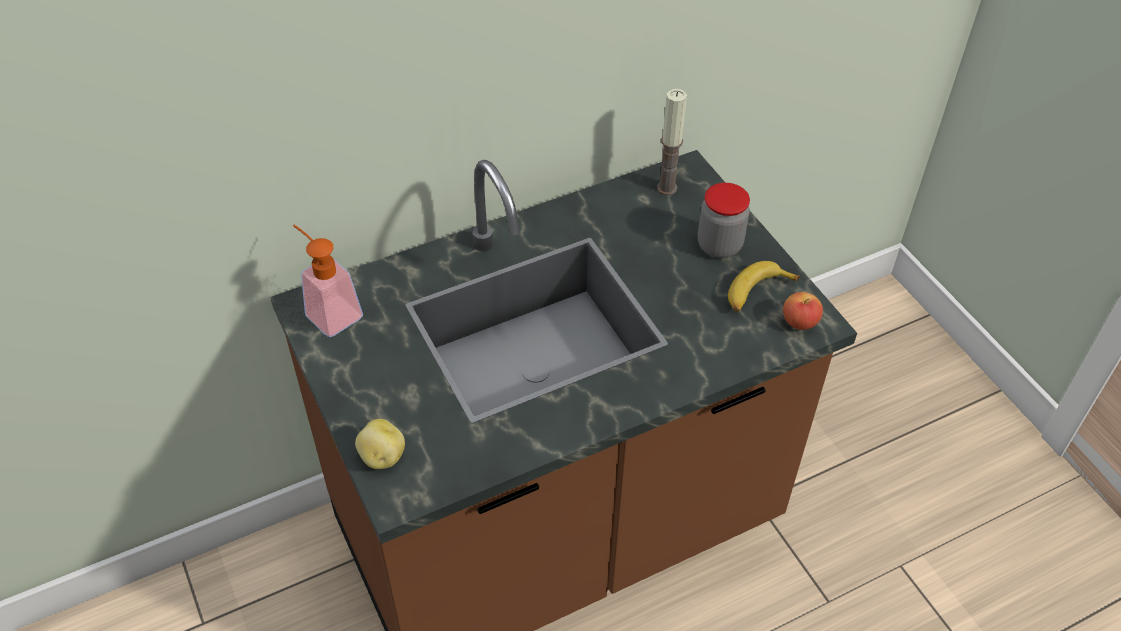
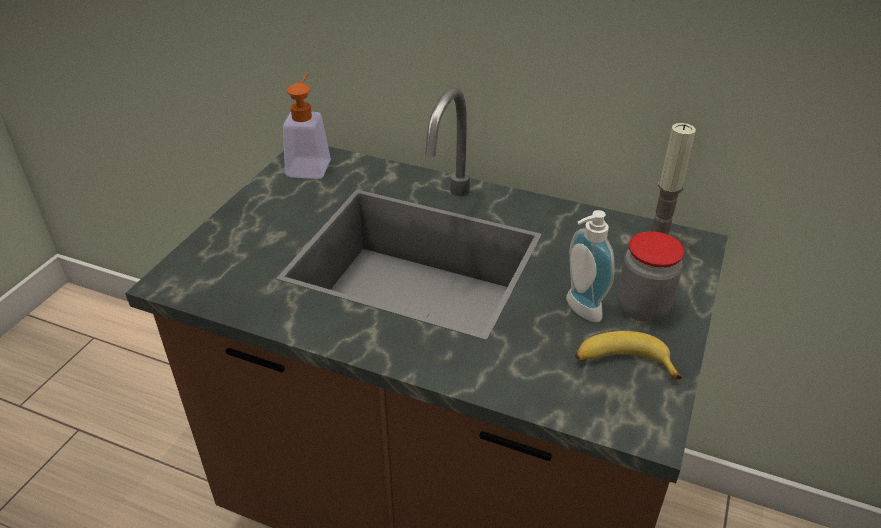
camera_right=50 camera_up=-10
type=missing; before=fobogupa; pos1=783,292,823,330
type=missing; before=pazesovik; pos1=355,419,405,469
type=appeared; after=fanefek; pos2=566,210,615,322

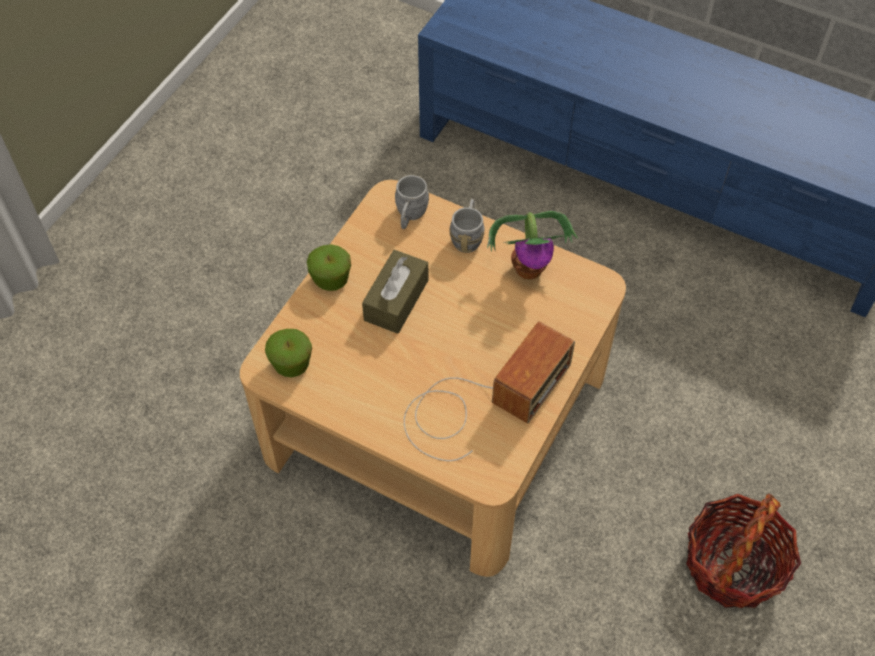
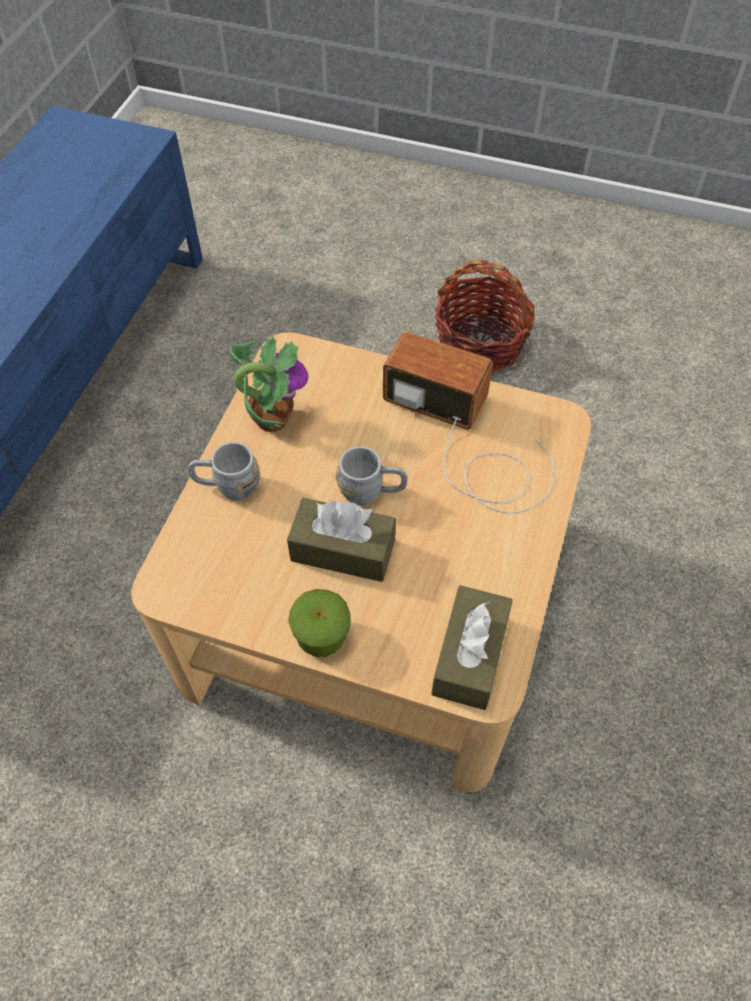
camera_right=-100 camera_up=0
type=relocated; before=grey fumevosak; pos1=395,175,429,229; pos2=336,446,407,506
type=exchanged; before=fobogupa; after=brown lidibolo; pos1=265,329,312,378; pos2=431,585,513,710

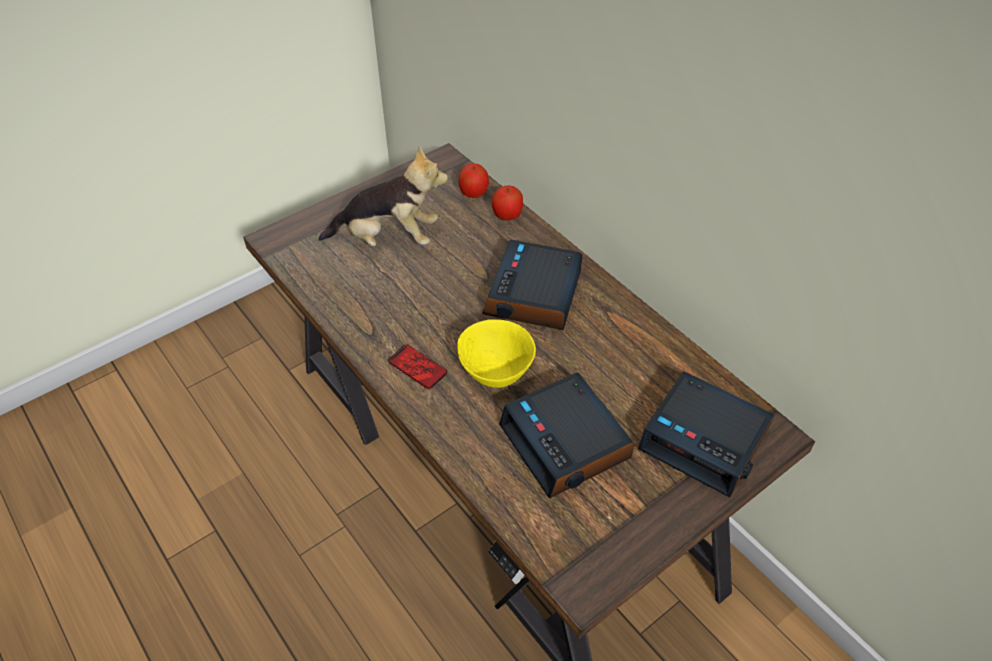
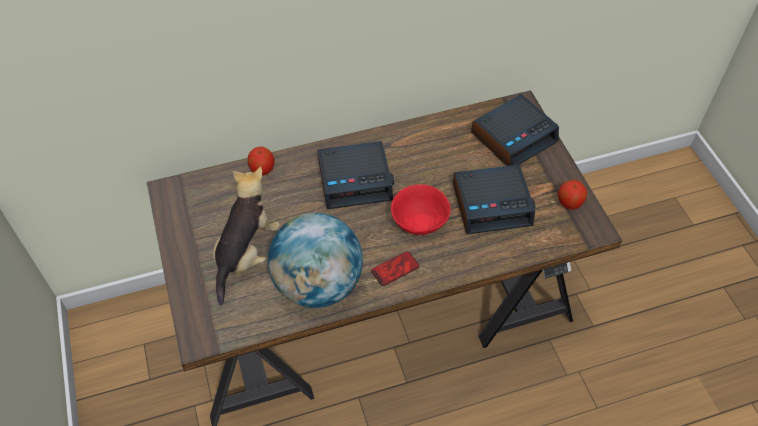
camera_right=-70 camera_up=5
type=relocated; before=fobogupa; pos1=458,163,489,198; pos2=558,180,587,210
type=spun; before=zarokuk; pos1=482,240,582,330; pos2=317,141,394,209; turn=-45
type=colour; before=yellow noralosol; after=red noralosol; pos1=457,319,536,388; pos2=391,184,451,235
type=appeared; after=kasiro; pos2=268,213,363,308

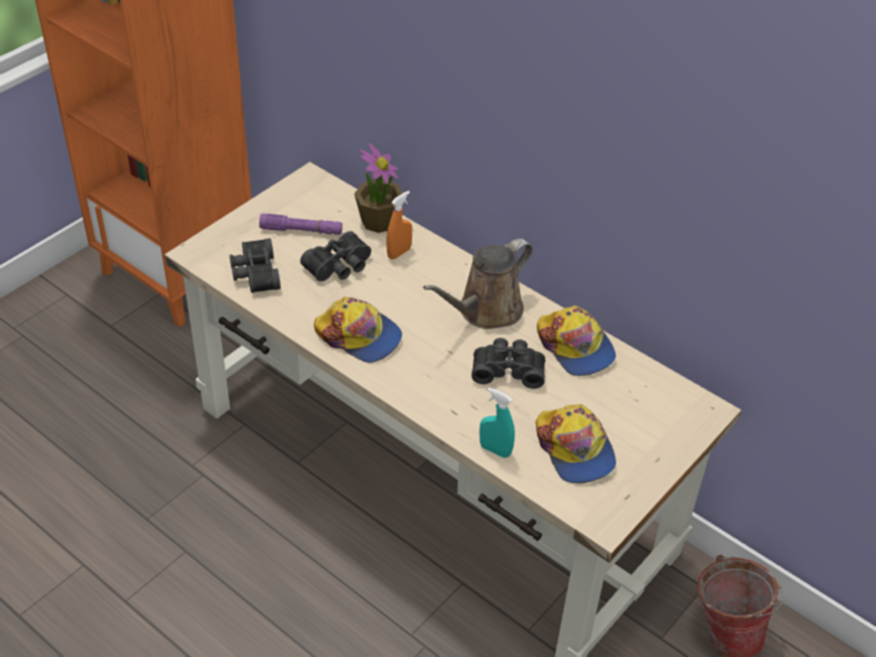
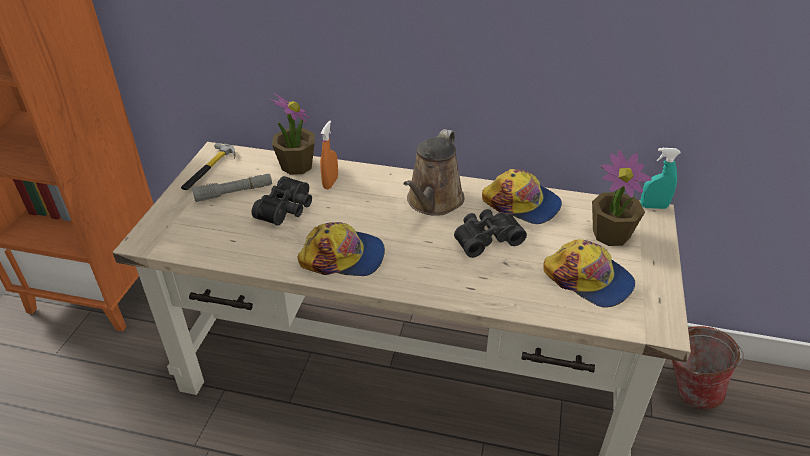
camera_right=-25 camera_up=-5
type=colour; before=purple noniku; after=grey noniku; pos1=259,214,342,235; pos2=192,174,272,202
type=missing; before=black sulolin; pos1=230,238,281,293
type=relocated; before=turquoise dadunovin; pos1=480,388,515,458; pos2=640,148,681,209
type=appeared; after=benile; pos2=181,143,235,190
type=appeared; after=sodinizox; pos2=592,151,651,246

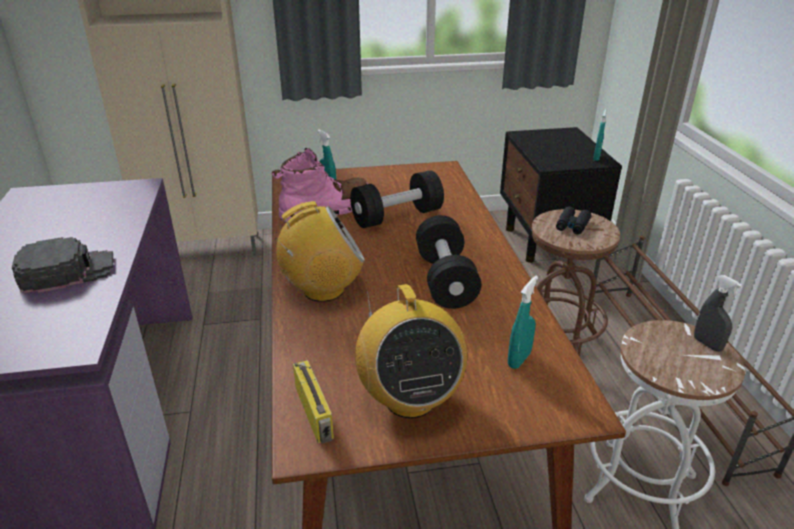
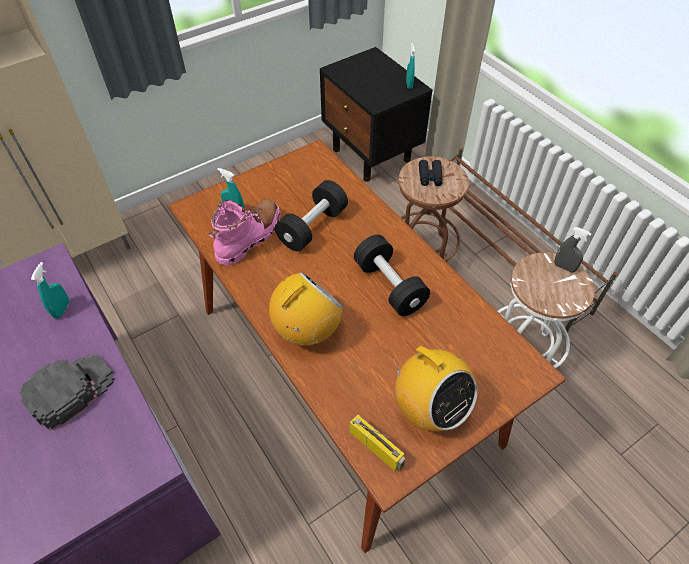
camera_right=-25 camera_up=20
type=relocated; before=turquoise dadunovin; pos1=508,276,538,369; pos2=31,262,70,319

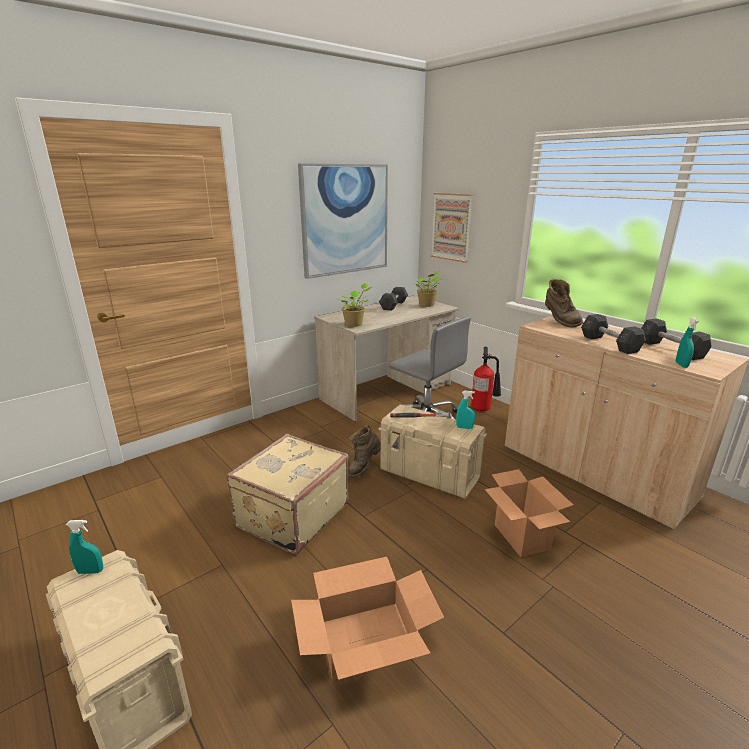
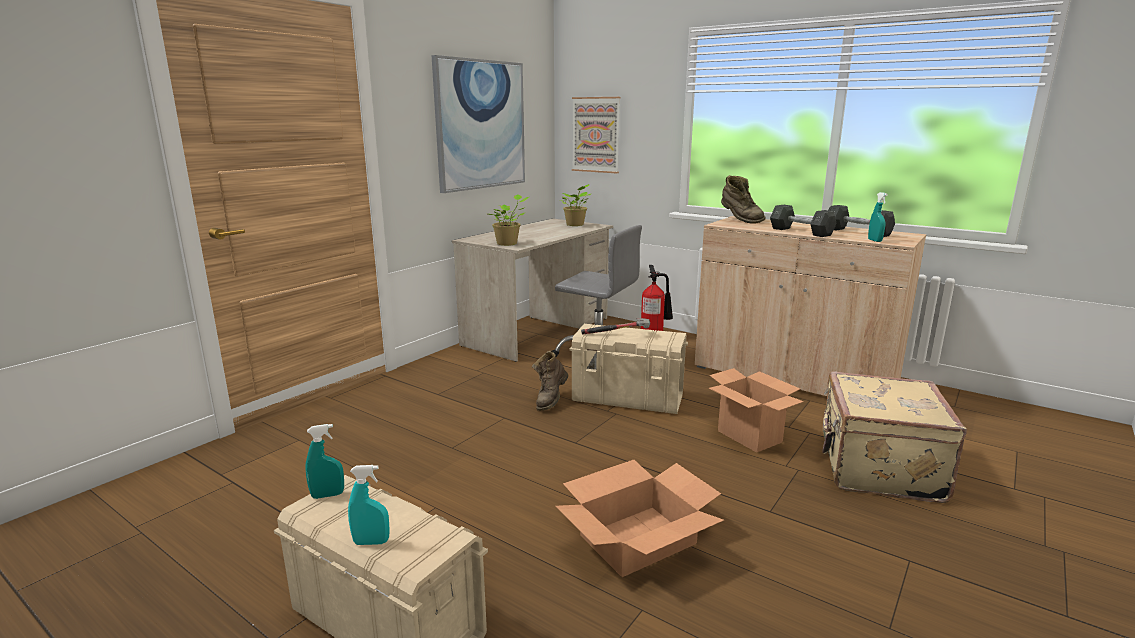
camera_right=-15 camera_up=-5
type=missing; before=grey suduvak; pos1=379,287,408,311
type=relocated; before=turquoise dadunovin; pos1=456,391,475,429; pos2=348,465,390,545
type=relocated; before=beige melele; pos1=226,434,349,554; pos2=822,371,967,503

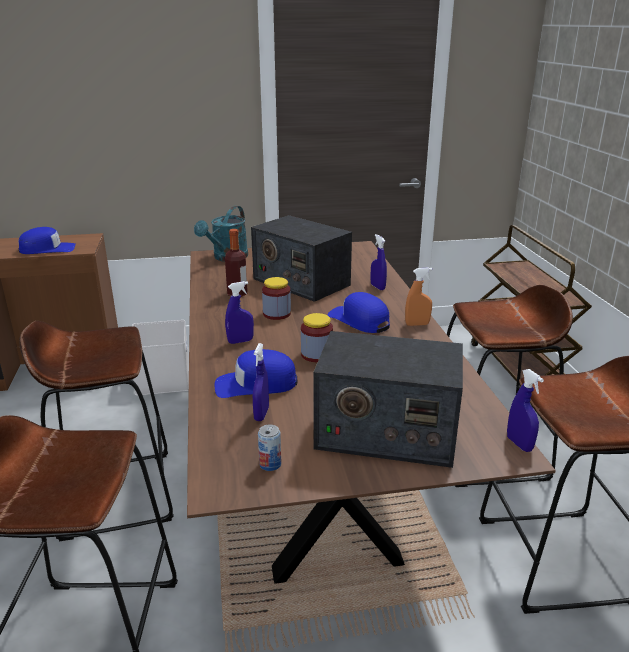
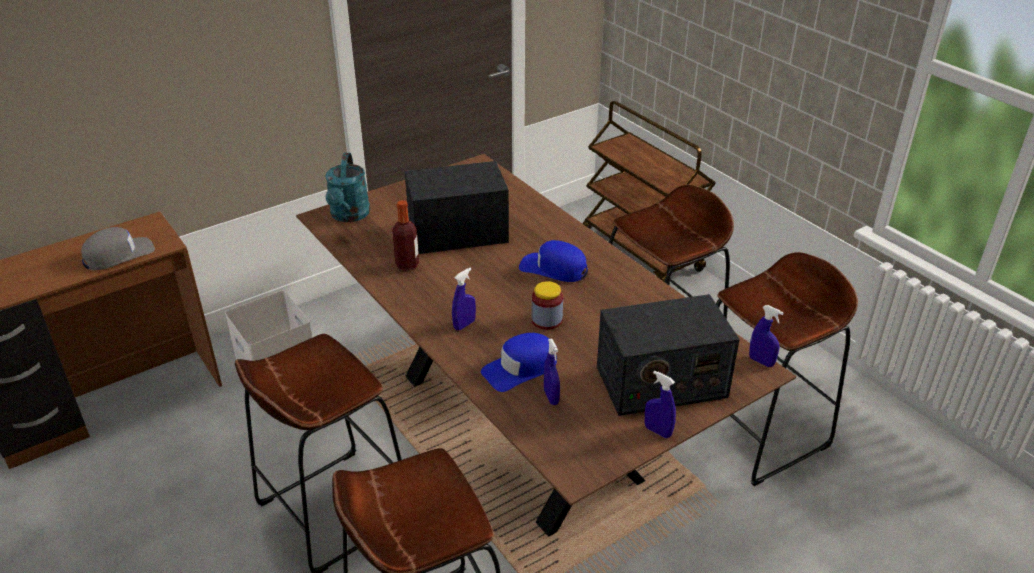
camera_right=-25 camera_up=10
type=spun; before=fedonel; pos1=251,215,352,302; pos2=405,161,509,254; turn=150
type=colour; before=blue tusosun; after=grey tusosun; pos1=19,227,76,254; pos2=81,227,155,270
type=relocated; before=blue dadunovin; pos1=370,234,387,290; pos2=645,371,676,438
type=missing; before=orange dadunovin; pos1=405,267,432,326
type=missing; before=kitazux; pos1=262,277,291,320
type=missing; before=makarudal; pos1=258,424,281,471

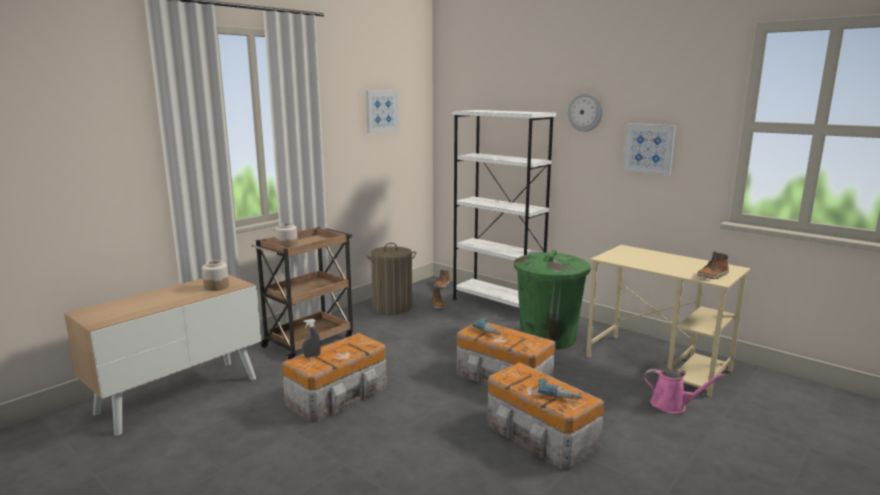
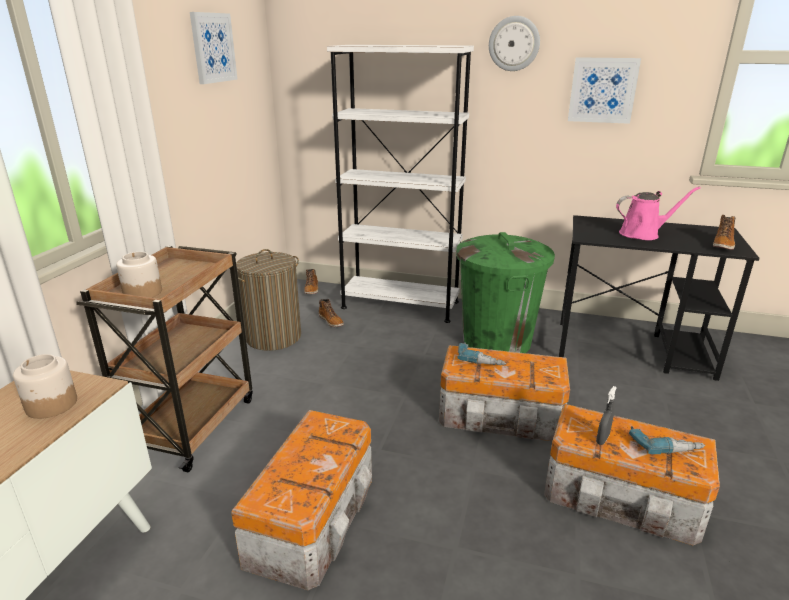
camera_right=-25 camera_up=10
type=colour; before=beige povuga; after=black povuga; pos1=586,245,750,397; pos2=559,215,759,381
type=relocated; before=grey dadunovin; pos1=303,319,321,358; pos2=596,386,617,445
type=relocated; before=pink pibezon; pos1=644,368,725,413; pos2=616,186,701,240

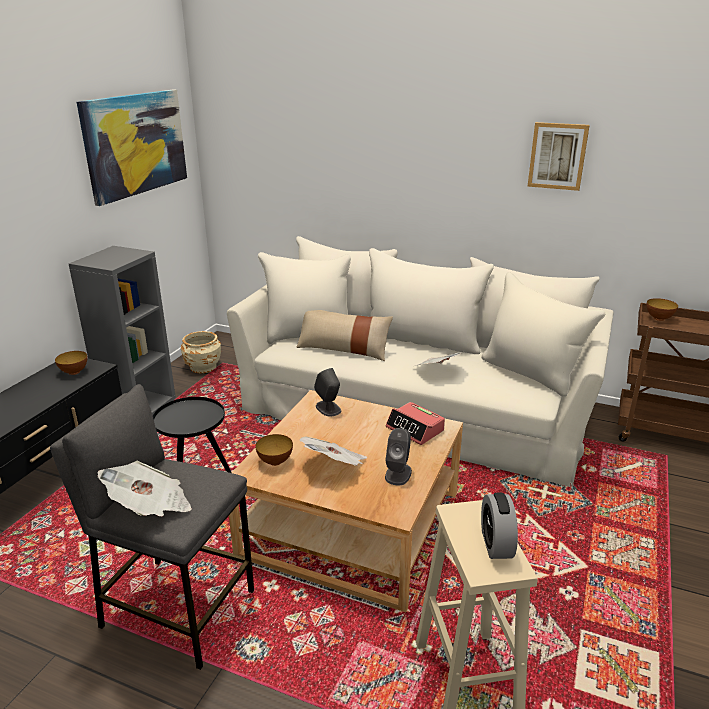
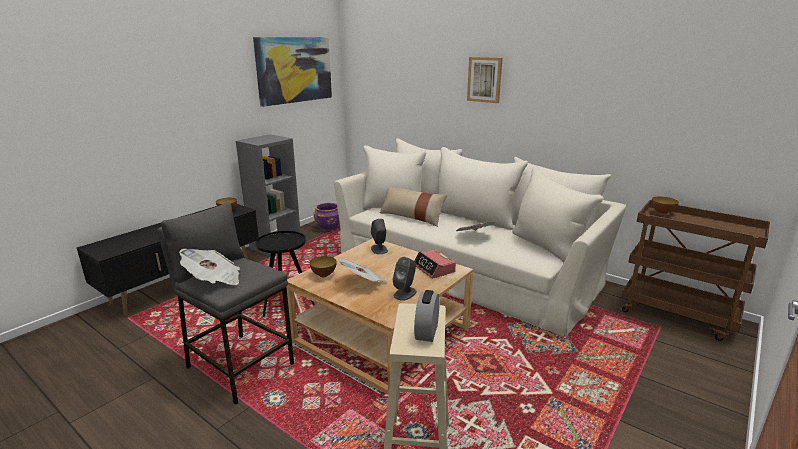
camera_right=15 camera_up=-5
type=relocated; before=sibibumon; pos1=528,122,590,191; pos2=467,57,503,103
type=colour; before=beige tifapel; after=purple tifapel; pos1=181,331,221,373; pos2=314,203,340,231

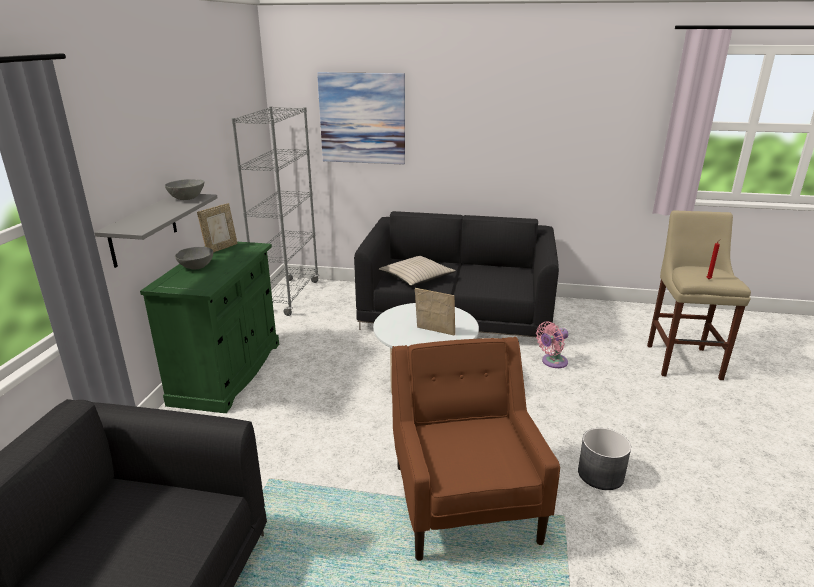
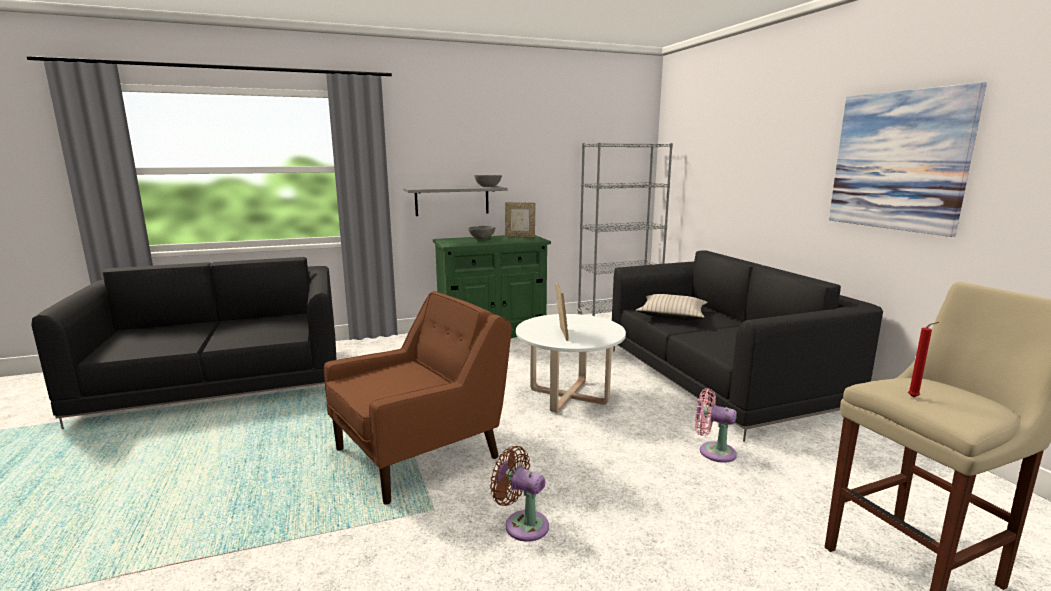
camera_right=60 camera_up=-10
type=relocated; before=sibibumon; pos1=317,72,405,165; pos2=829,82,987,237
type=exchanged; before=grey tifapel; after=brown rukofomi; pos1=578,428,631,490; pos2=490,446,549,542

